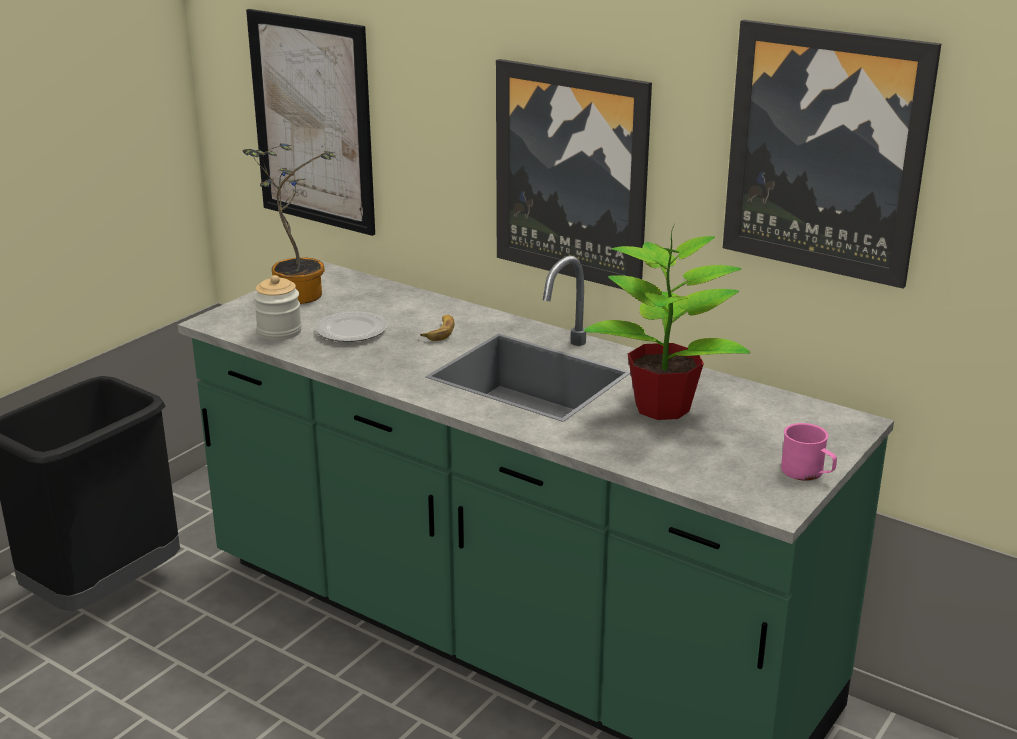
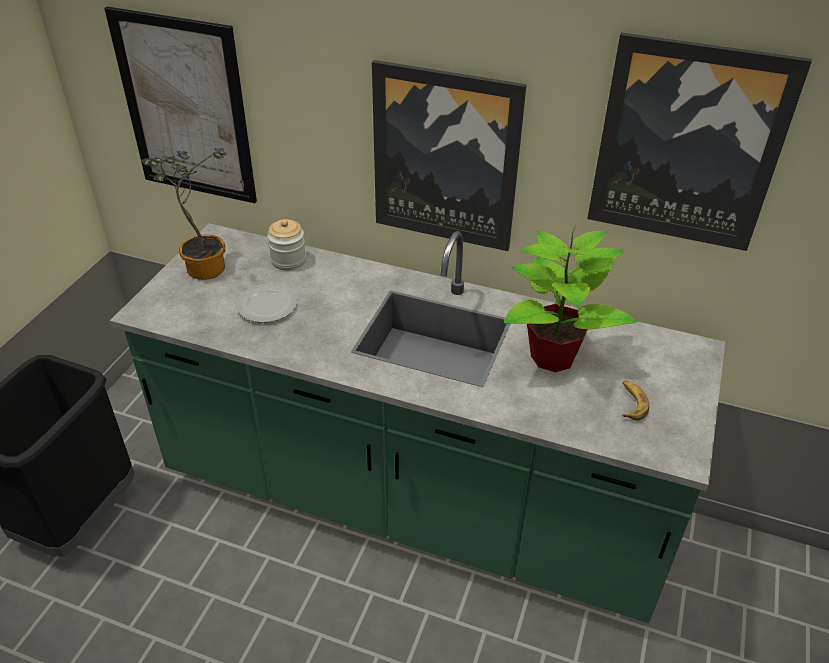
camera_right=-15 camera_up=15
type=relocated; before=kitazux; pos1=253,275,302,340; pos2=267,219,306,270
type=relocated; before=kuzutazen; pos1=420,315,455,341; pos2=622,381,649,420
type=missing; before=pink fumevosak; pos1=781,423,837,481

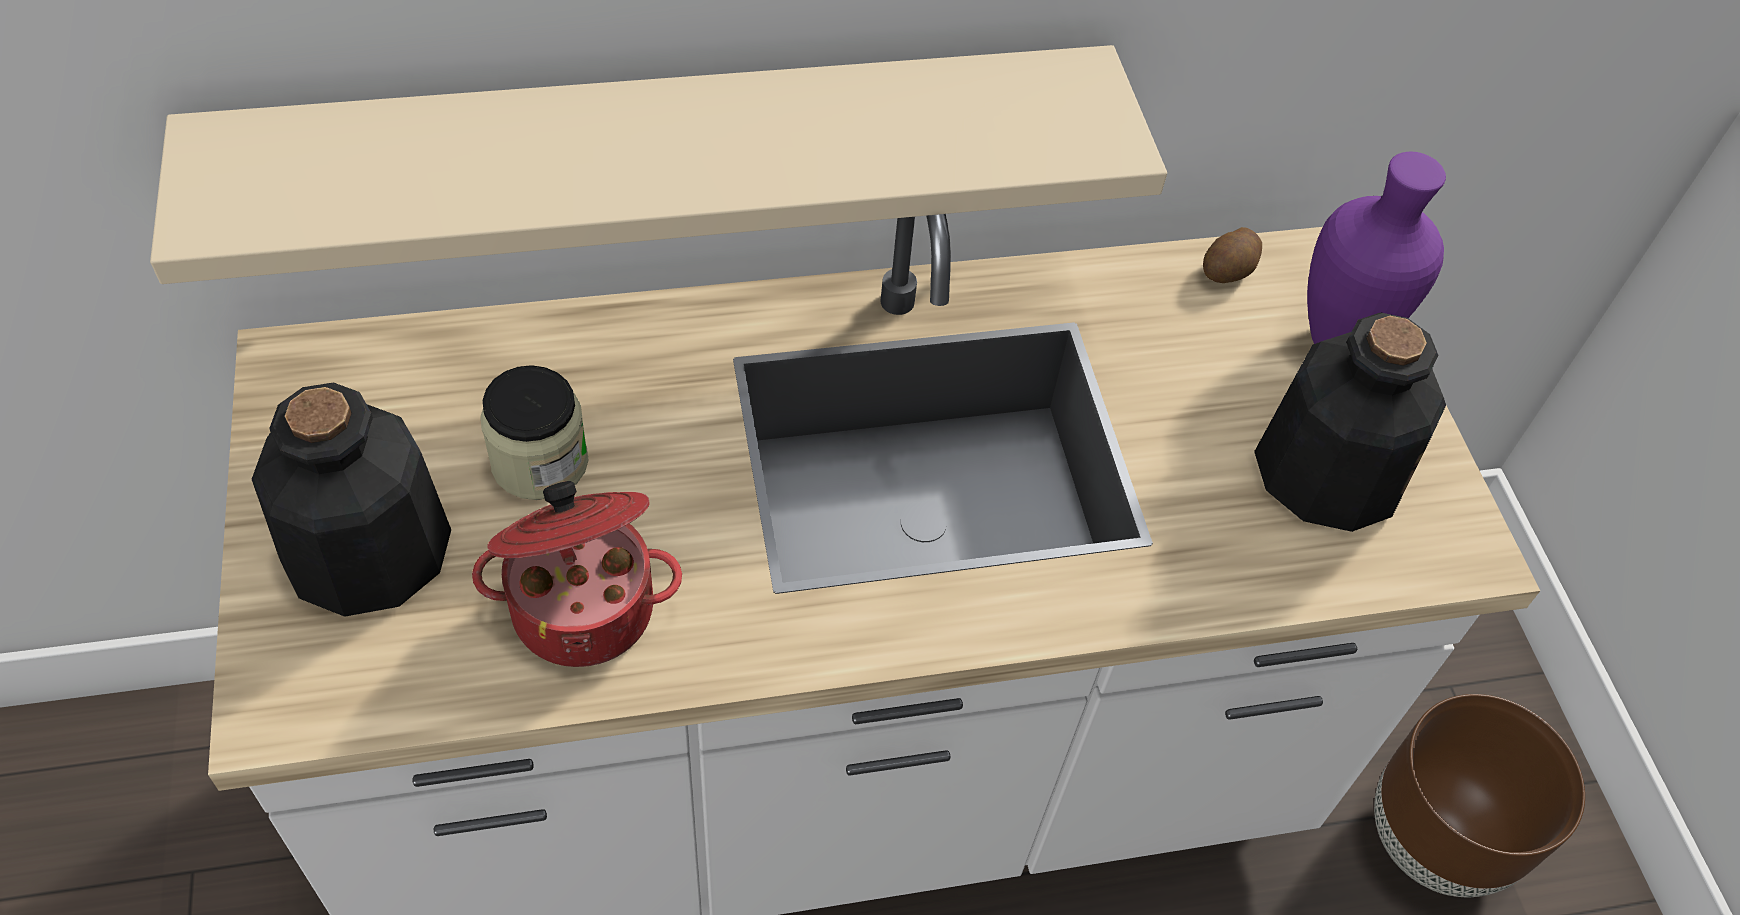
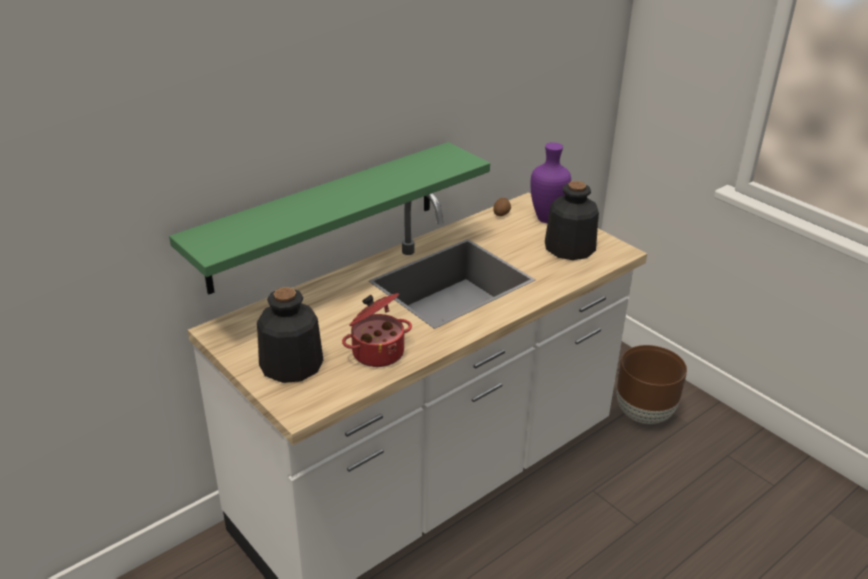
camera_right=-25 camera_up=-20
type=colour; before=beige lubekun; after=green lubekun; pos1=150,45,1167,284; pos2=169,142,490,294
type=missing; before=kitazux; pos1=481,365,588,500

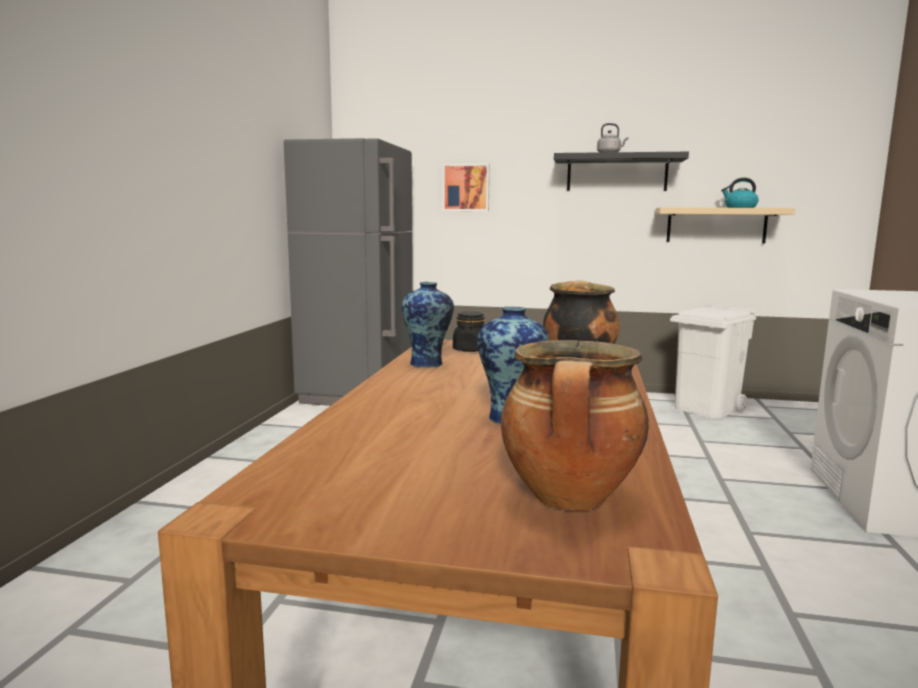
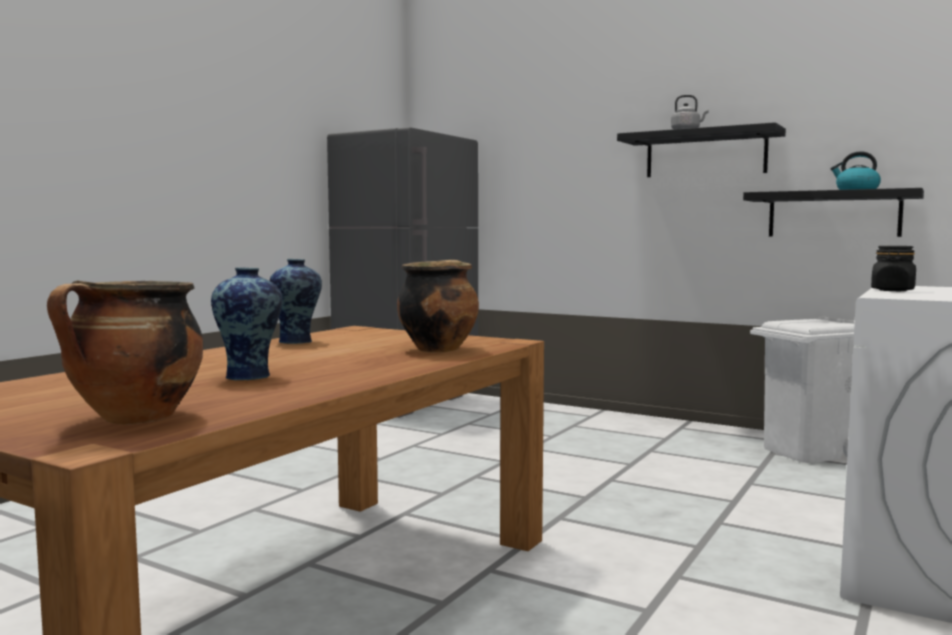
camera_right=20 camera_up=-5
type=missing; before=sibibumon; pos1=443,163,490,211
type=colour; before=beige lubekun; after=black lubekun; pos1=655,207,795,244; pos2=743,188,924,237
type=relocated; before=black kitazux; pos1=453,312,485,352; pos2=871,246,916,291

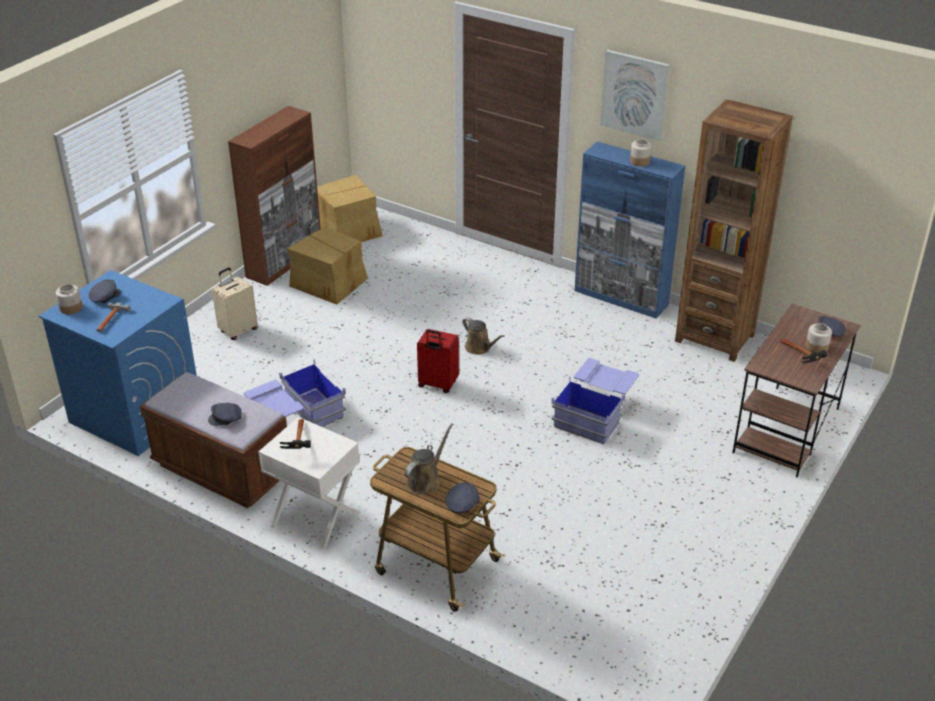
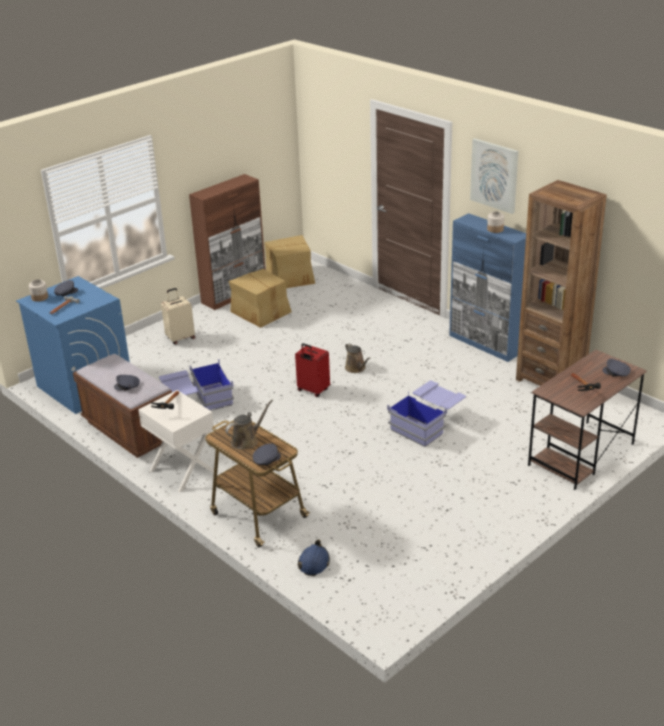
camera_right=15 camera_up=-5
type=missing; before=kitazux; pos1=806,323,832,353
type=appeared; after=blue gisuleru; pos2=298,539,330,576

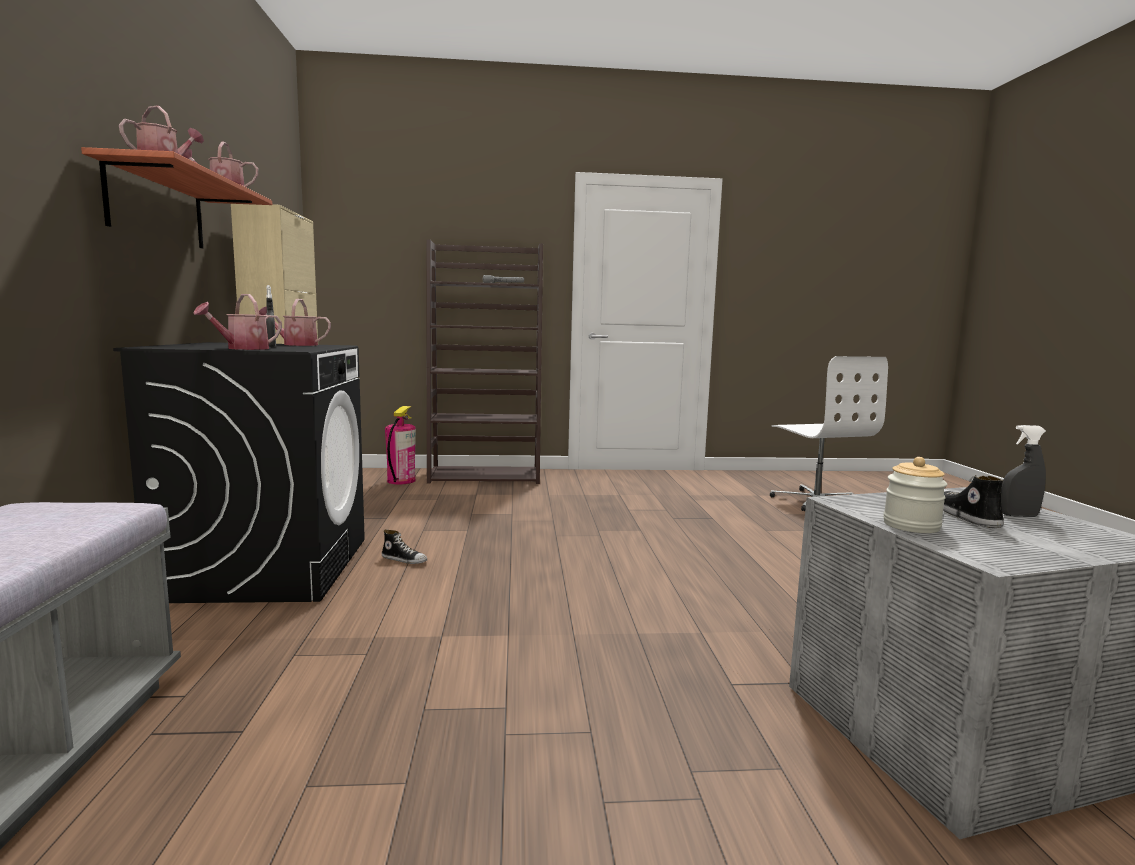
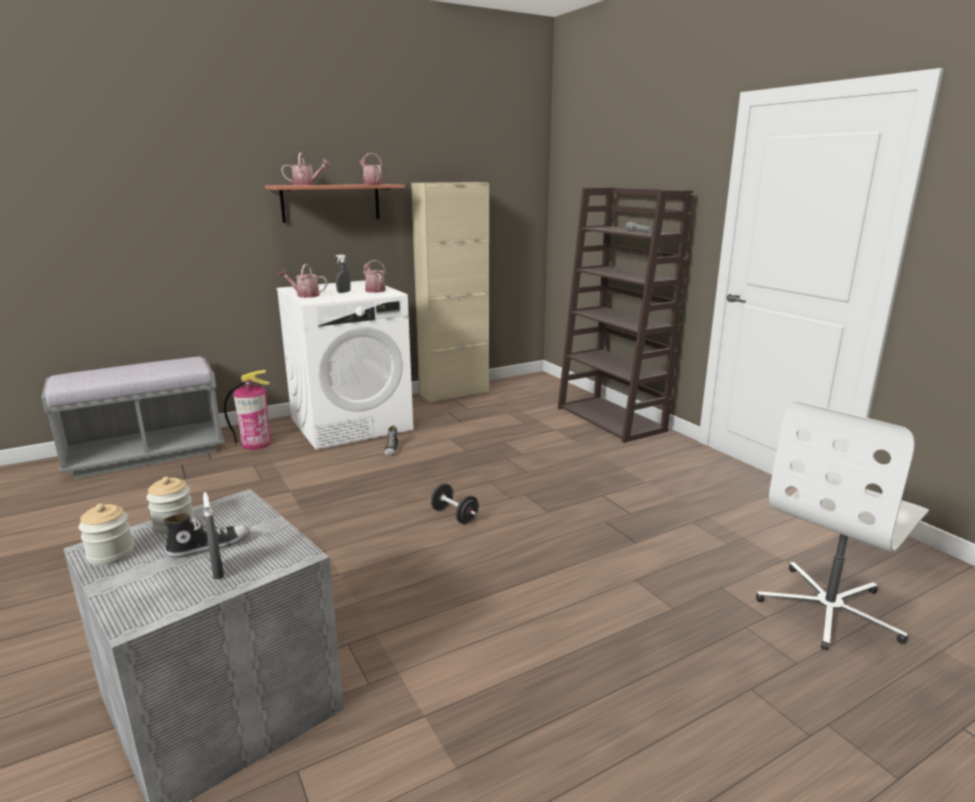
camera_right=65 camera_up=10
type=colour; before=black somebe; after=white somebe; pos1=113,342,365,603; pos2=276,280,413,450
type=relocated; before=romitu; pos1=385,406,416,484; pos2=224,370,271,450
type=appeared; after=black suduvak; pos2=430,483,479,524
type=appeared; after=kitazux; pos2=79,503,134,566

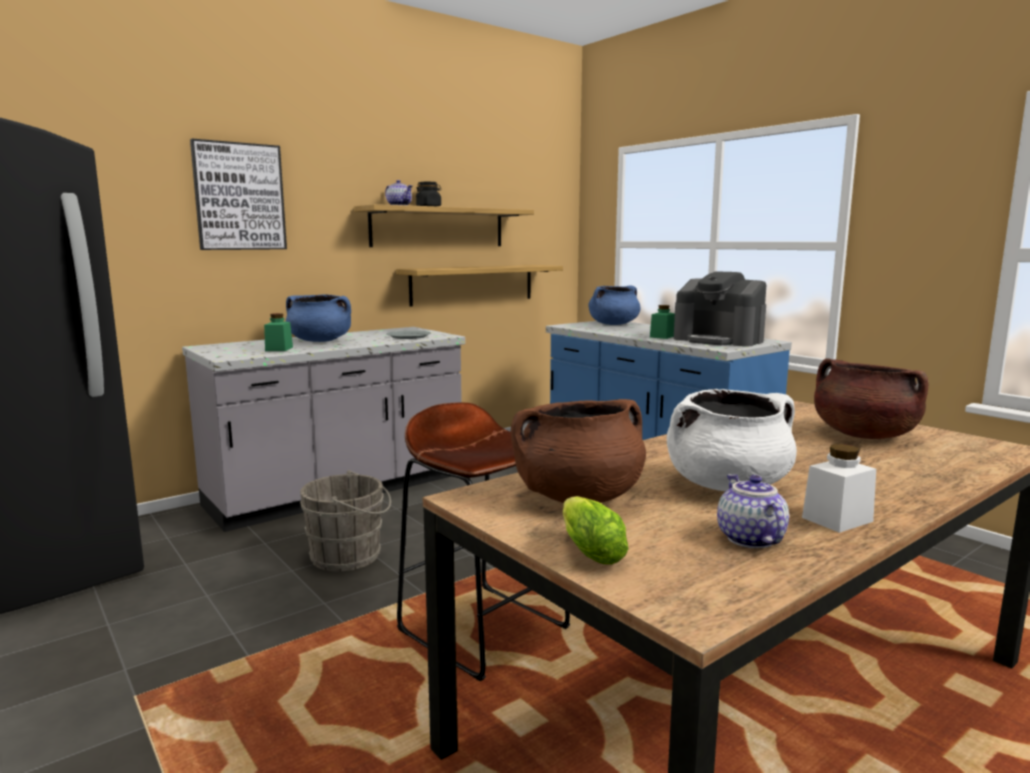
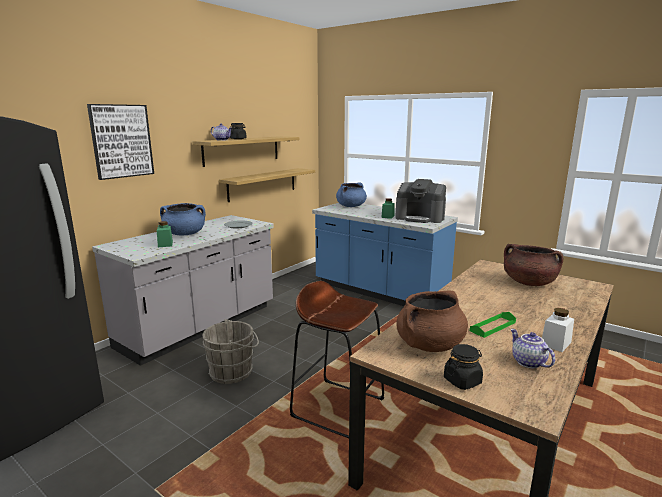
camera_right=-15 camera_up=5
type=exchanged; before=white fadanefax; after=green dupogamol; pos1=667,389,797,491; pos2=470,312,516,338
type=exchanged; before=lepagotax; after=black kitazux; pos1=563,496,629,565; pos2=444,344,483,390

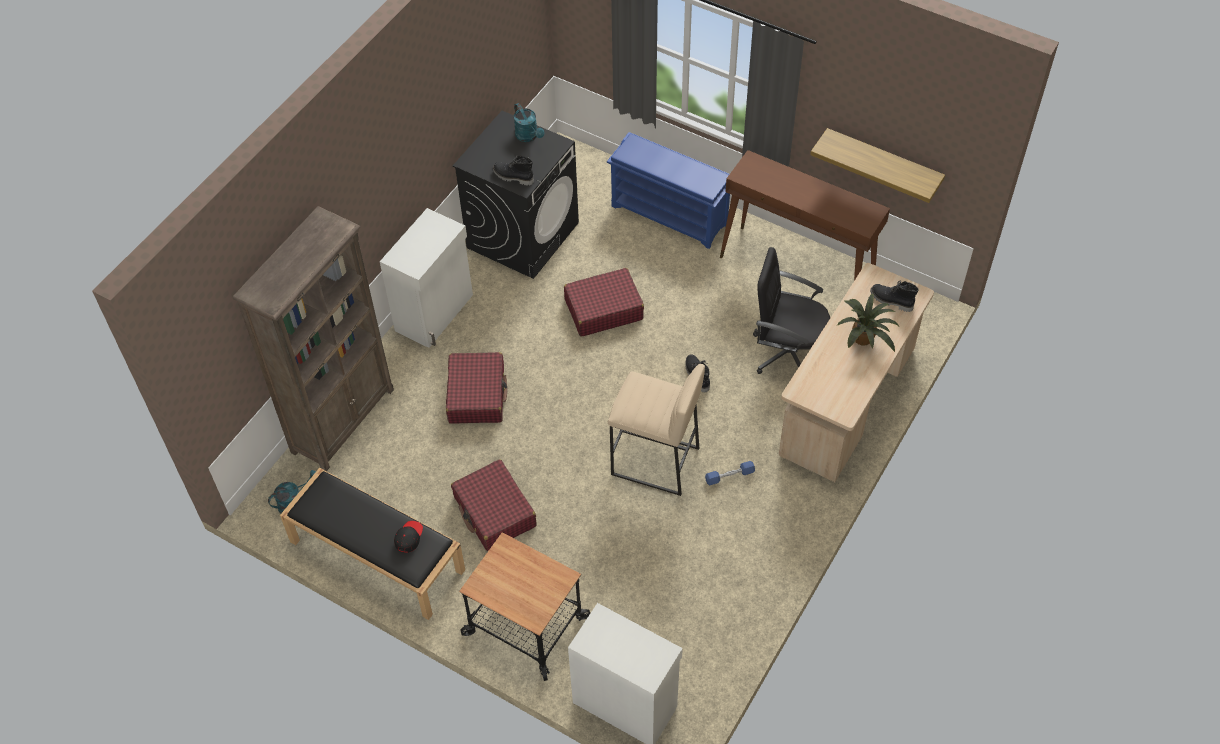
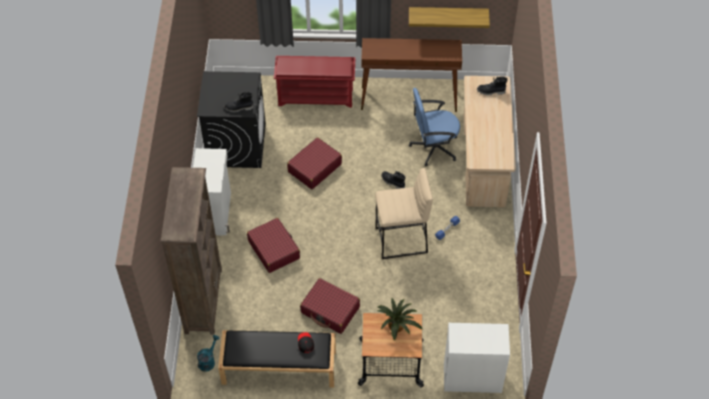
camera_right=-30 camera_up=0
type=missing; before=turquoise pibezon; pos1=514,103,544,142
type=colour; before=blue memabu; after=red memabu; pos1=607,132,730,249; pos2=274,56,355,108
type=colour; before=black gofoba; after=blue gofoba; pos1=753,247,830,374; pos2=409,88,460,167
type=relocated; before=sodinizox; pos1=837,294,899,352; pos2=377,298,423,341

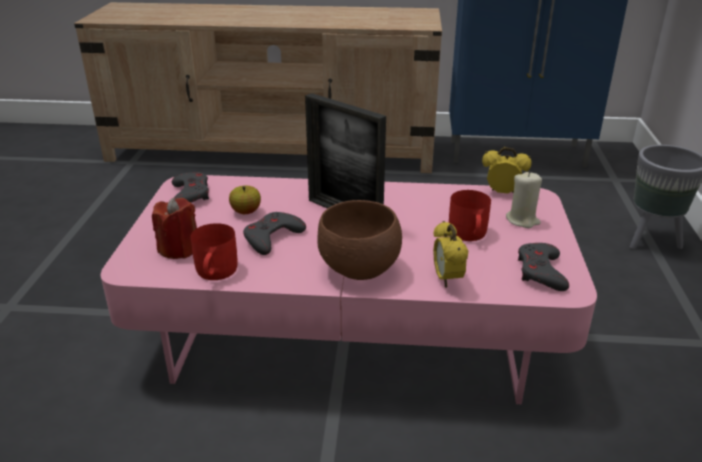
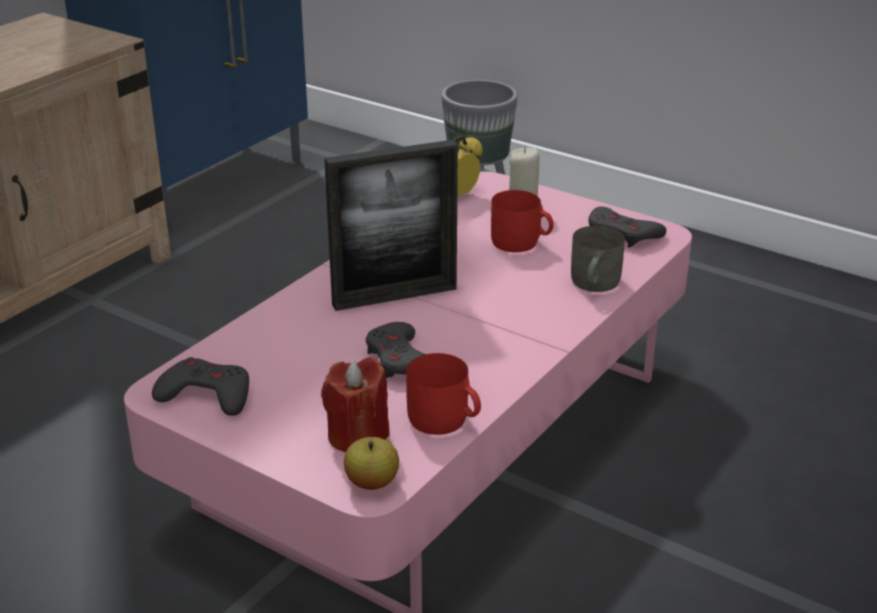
camera_right=-60 camera_up=0
type=relocated; before=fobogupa; pos1=229,186,261,214; pos2=344,437,399,490
type=missing; before=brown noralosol; pos1=317,200,402,280
type=exchanged; before=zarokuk; after=grey fumevosak; pos1=433,221,468,288; pos2=571,226,625,292

